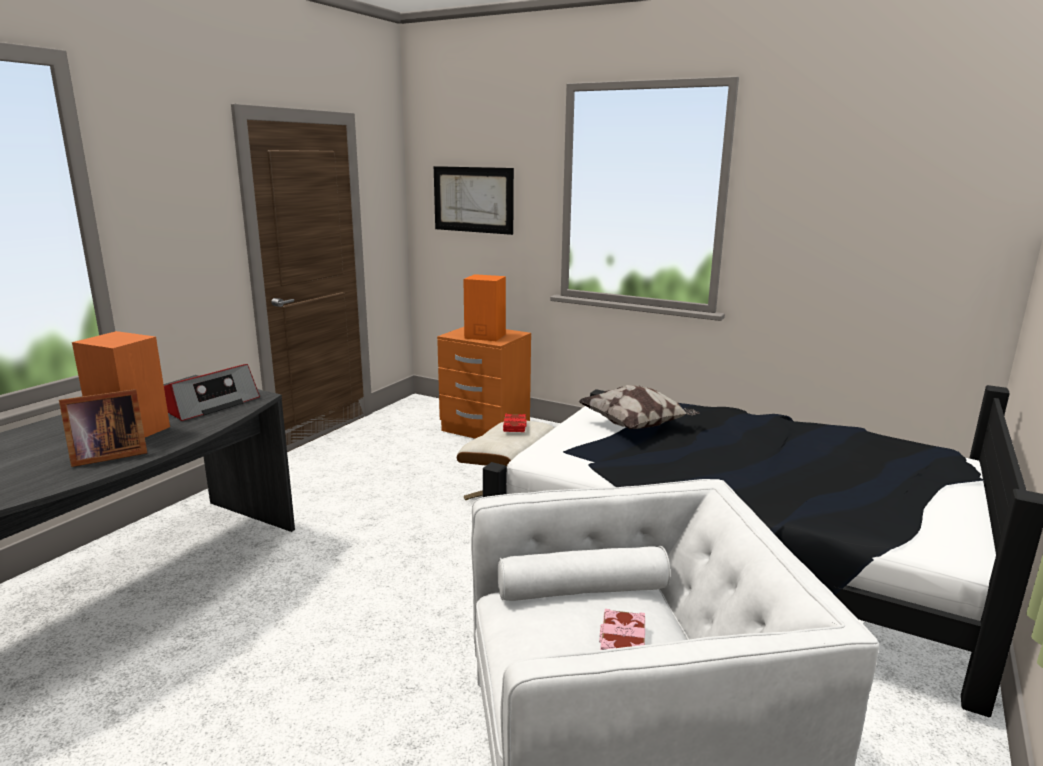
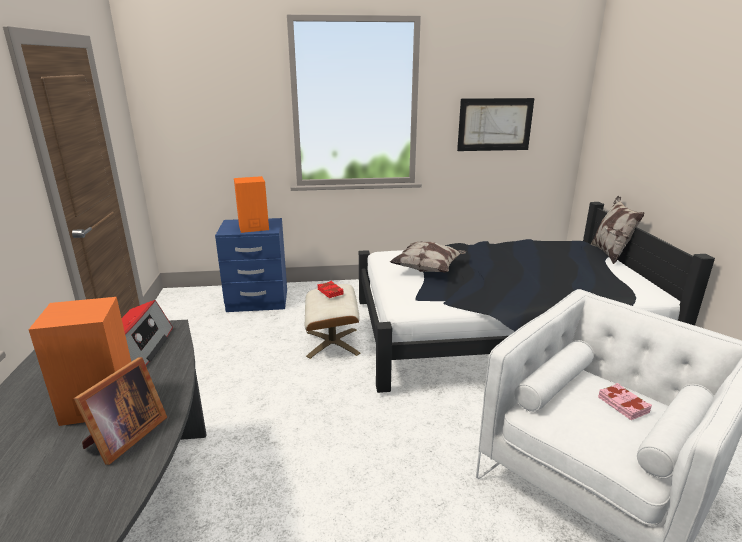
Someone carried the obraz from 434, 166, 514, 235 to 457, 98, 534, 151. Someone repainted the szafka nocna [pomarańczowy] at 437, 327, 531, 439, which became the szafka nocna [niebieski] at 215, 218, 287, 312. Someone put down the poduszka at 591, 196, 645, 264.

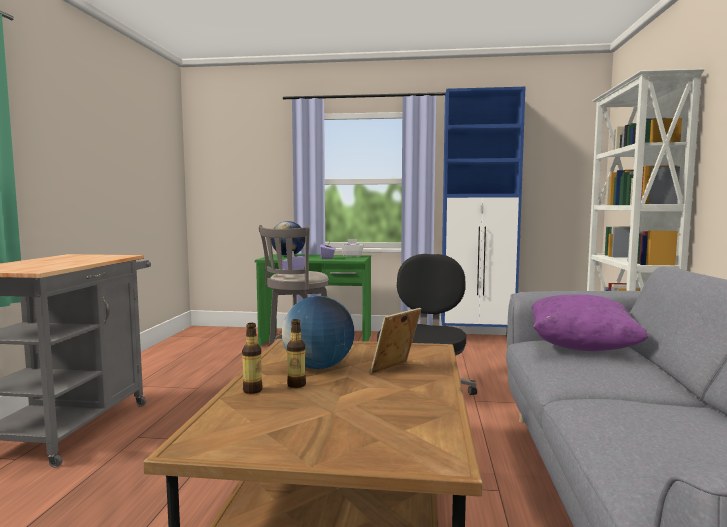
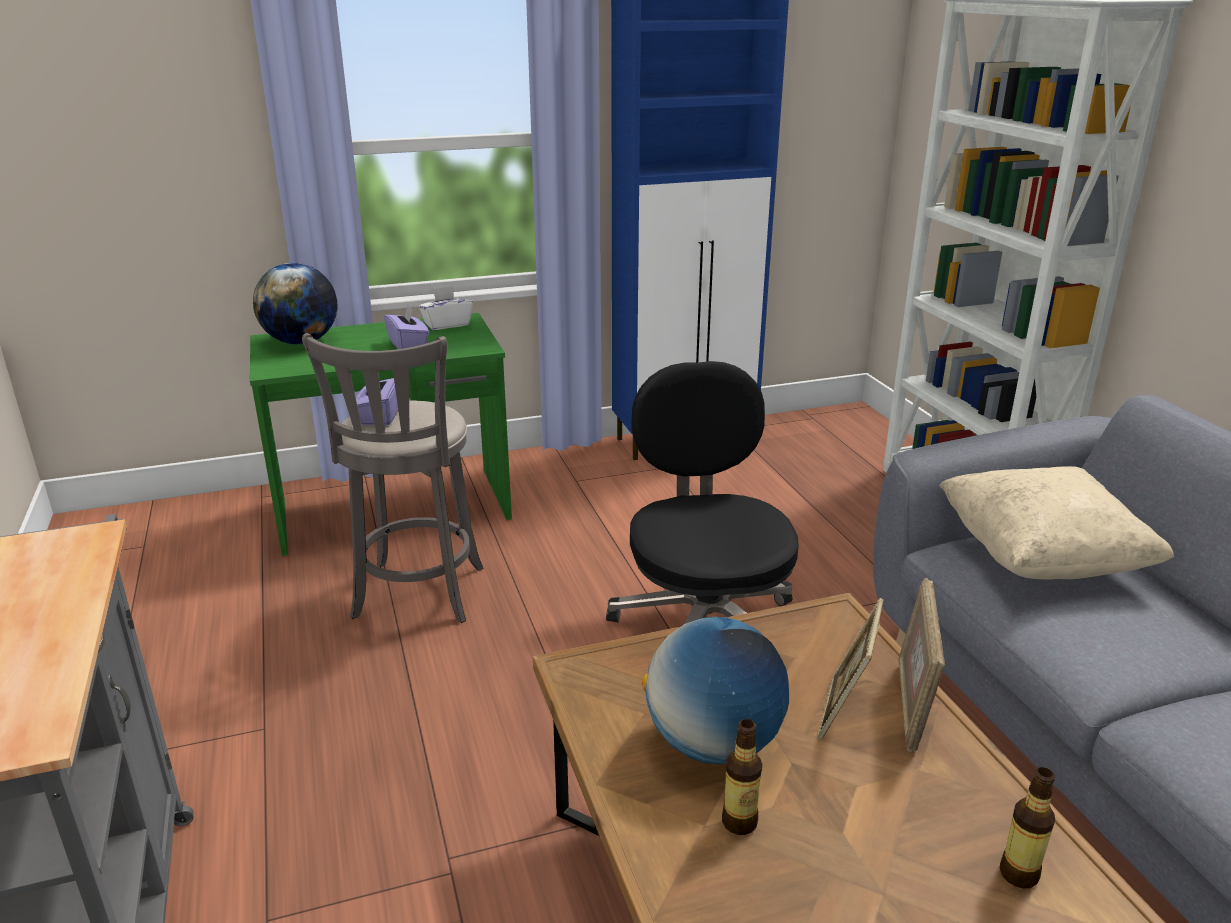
Someone repainted the poduszka [fioletowy] at 532, 294, 648, 351, which became the poduszka [beżowy] at 939, 466, 1174, 579. Someone carried the butelka from 242, 323, 263, 394 to 1000, 767, 1055, 888. Someone put down the ramka na zdjęcie at 898, 578, 945, 753.

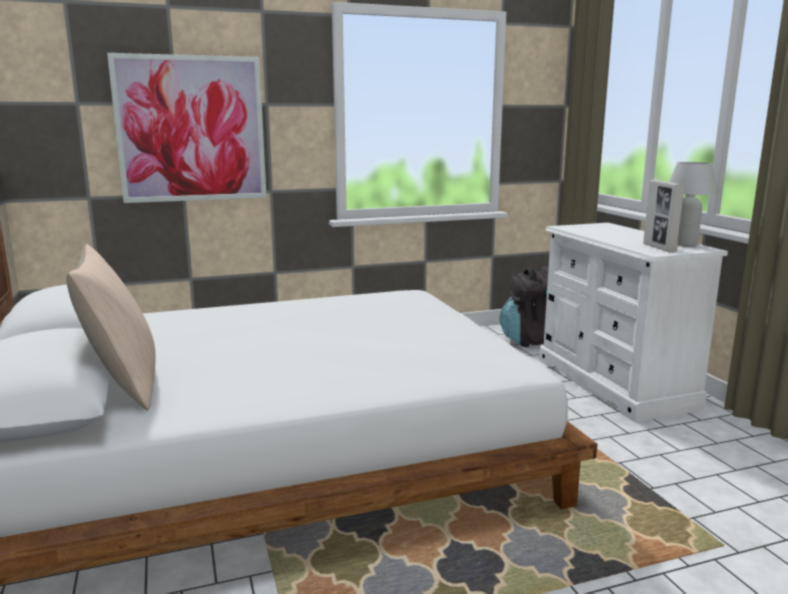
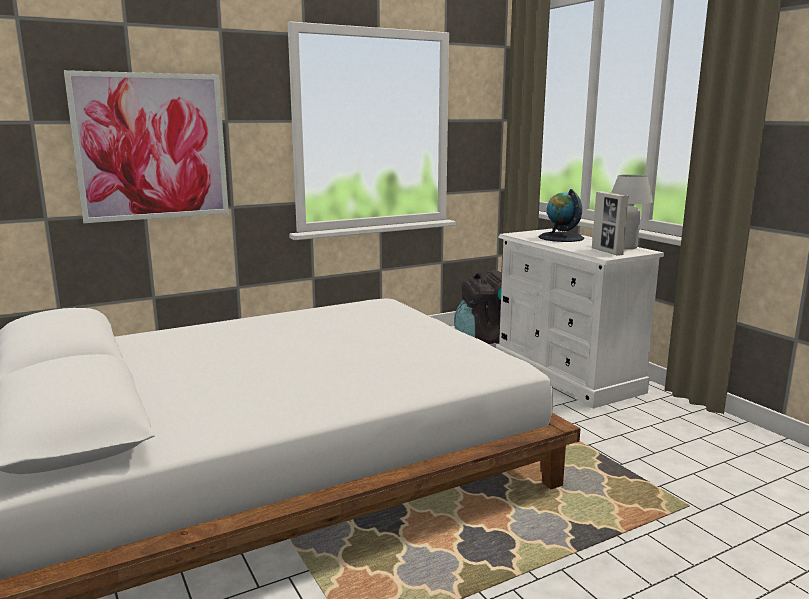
Someone took away the poduszka [beżowy] at 66, 244, 155, 411. Someone put down the globus at 539, 189, 584, 242.

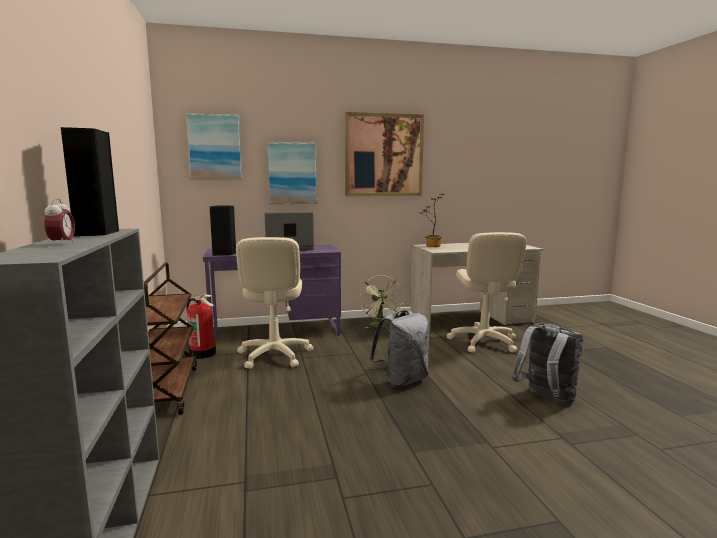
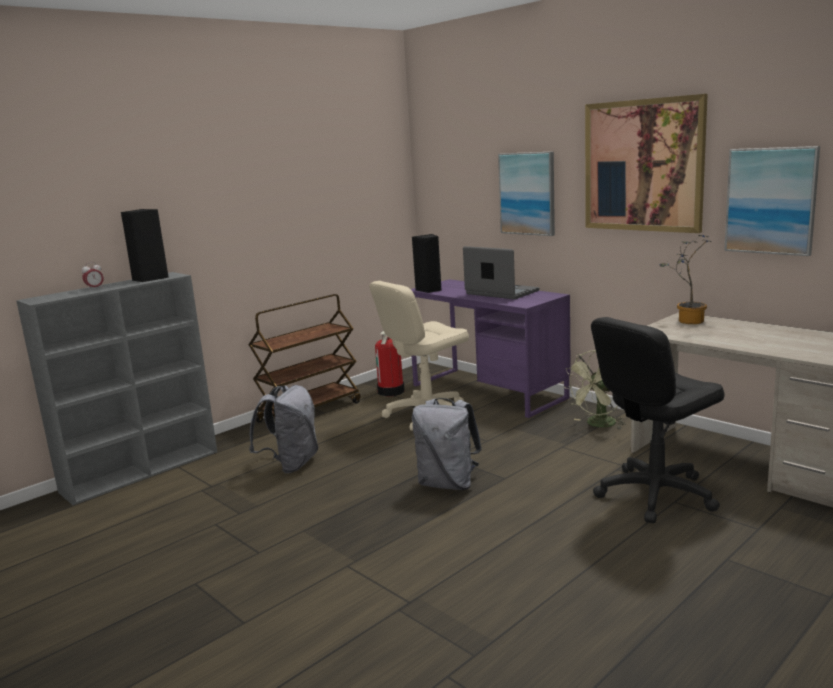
Someone carried the obraz from 186, 113, 243, 179 to 724, 146, 820, 256. Someone repainted the krzesło biurowe [beżowy] at 447, 232, 527, 353, which became the krzesło biurowe [czarny] at 591, 317, 725, 523. Someone carried the plecak [szary] from 512, 323, 583, 405 to 249, 385, 318, 473.

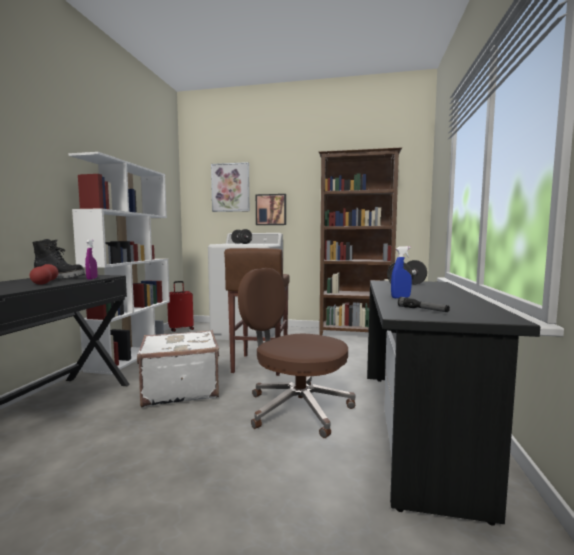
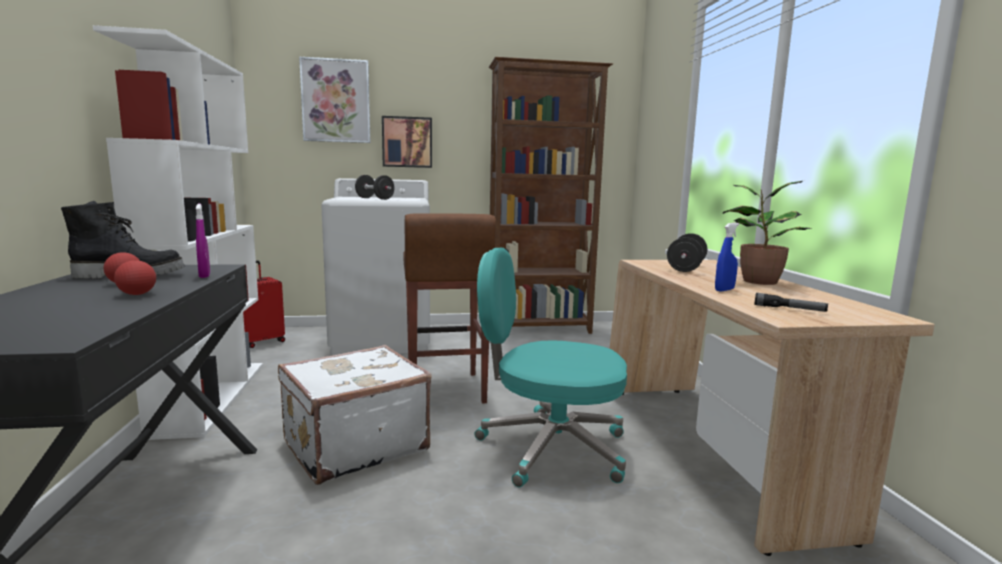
Someone repainted the krzesło biurowe [brązowy] at 238, 268, 356, 438, which became the krzesło biurowe [turkusowy] at 475, 248, 627, 488. Someone repainted the biurko [czarny] at 367, 280, 540, 526, which became the biurko [beżowy] at 610, 260, 935, 556. Someone put down the roślina doniczkowa at 723, 181, 810, 285.

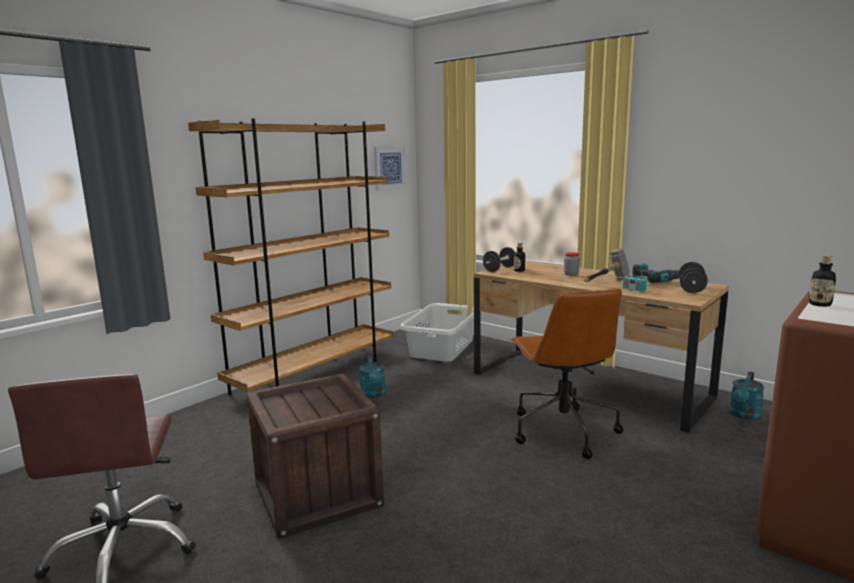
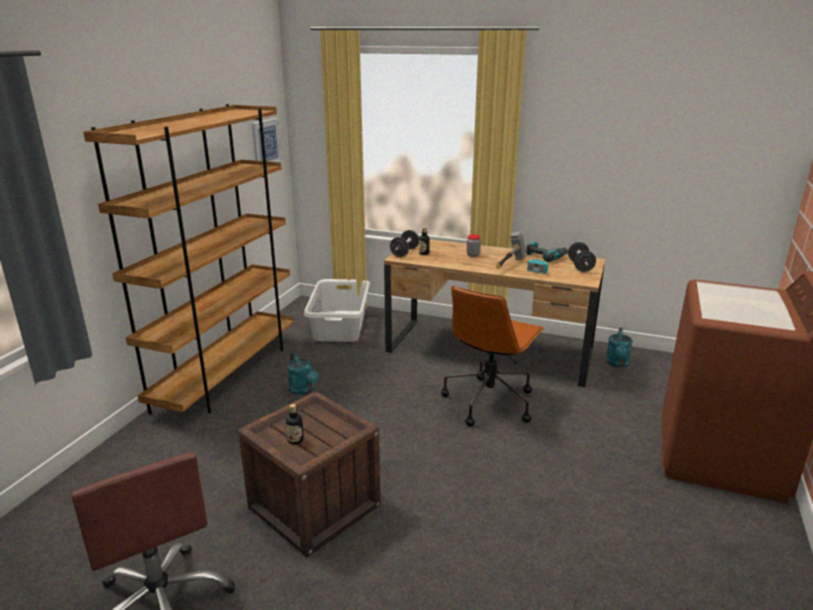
Someone carried the butelka from 809, 255, 836, 307 to 286, 404, 304, 445. Someone rotated the krzesło biurowe [brązowy] at 510, 289, 623, 459 by 60 degrees clockwise.

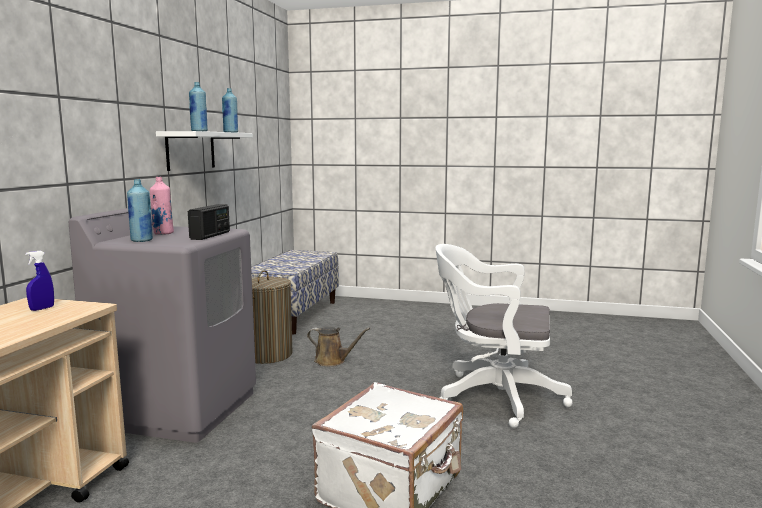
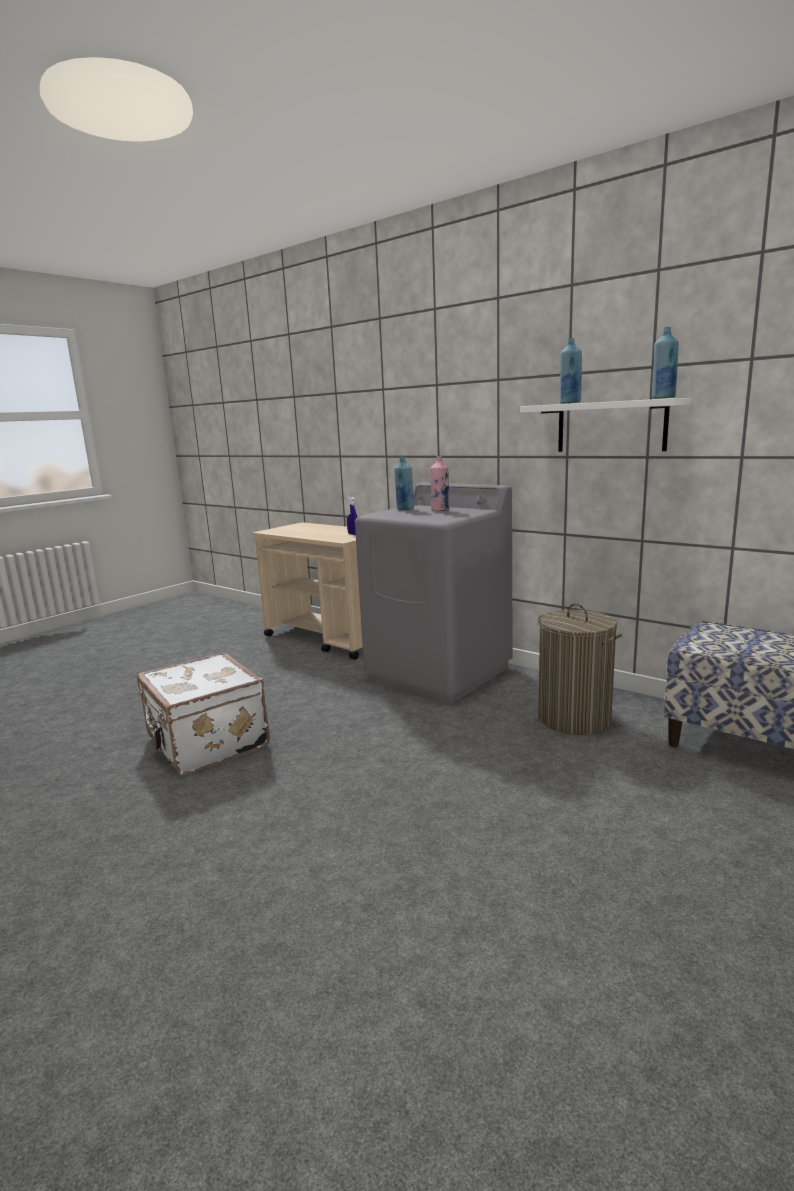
Someone took away the radio at 188, 204, 230, 240. Someone took away the krzesło biurowe [biały] at 435, 244, 573, 428. Someone took away the konewka [brązowy] at 307, 327, 370, 366.

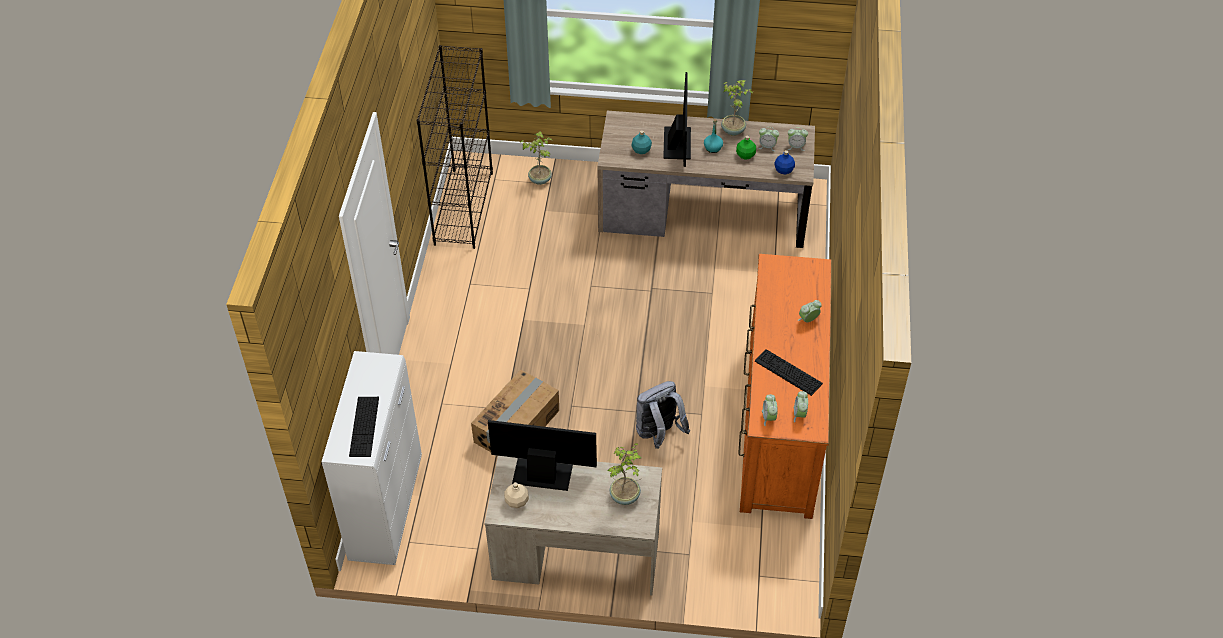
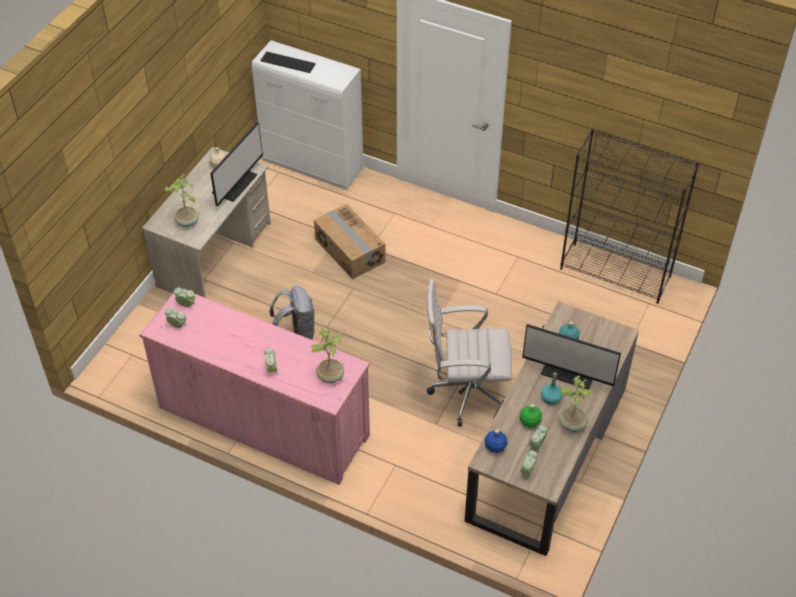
Someone carried the roślina doniczkowa from 521, 131, 552, 185 to 311, 327, 346, 383. Someone repainted the komoda [pomarańczowy] at 738, 254, 832, 519, which became the komoda [różowy] at 139, 287, 370, 485. Someone took away the klawiatura at 755, 349, 823, 396. Someone put down the krzesło biurowe [biały] at 427, 279, 512, 426.

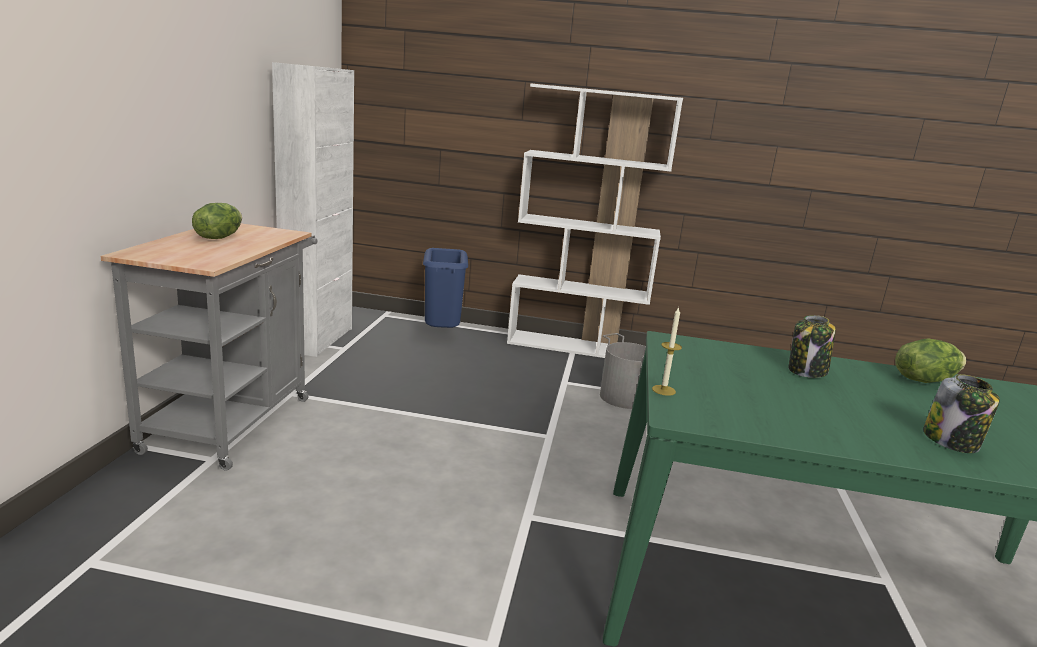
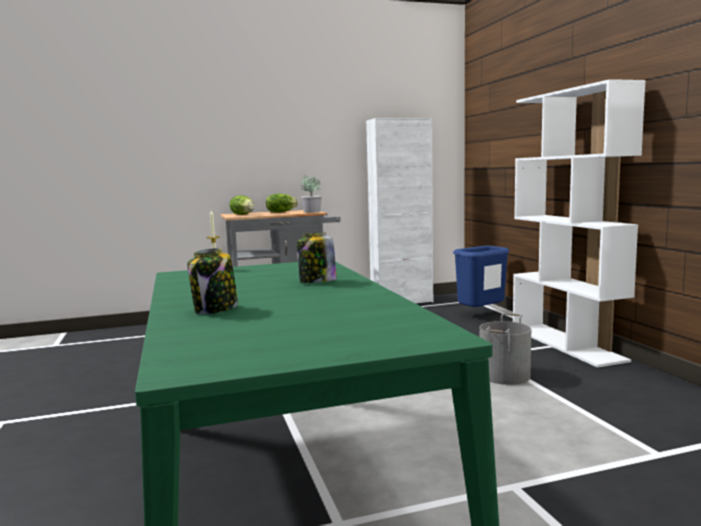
Someone carried the sałata from 895, 339, 966, 383 to 230, 195, 254, 215. Someone put down the roślina doniczkowa at 301, 175, 322, 213.

